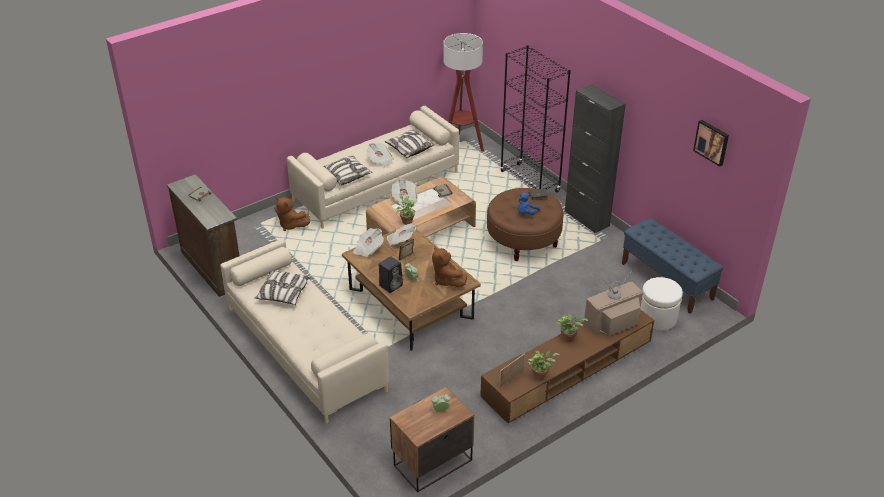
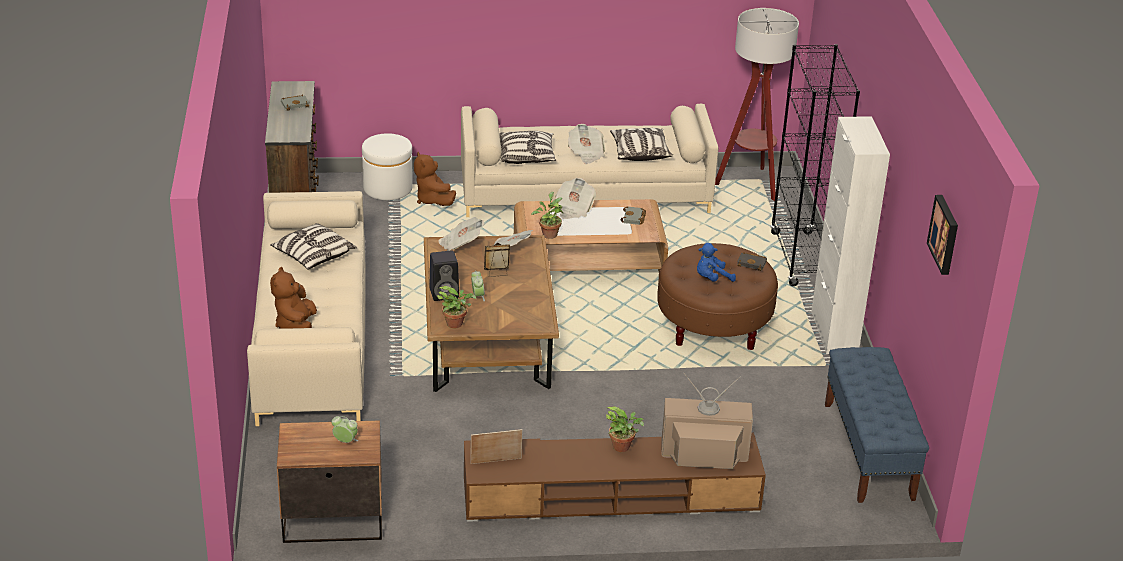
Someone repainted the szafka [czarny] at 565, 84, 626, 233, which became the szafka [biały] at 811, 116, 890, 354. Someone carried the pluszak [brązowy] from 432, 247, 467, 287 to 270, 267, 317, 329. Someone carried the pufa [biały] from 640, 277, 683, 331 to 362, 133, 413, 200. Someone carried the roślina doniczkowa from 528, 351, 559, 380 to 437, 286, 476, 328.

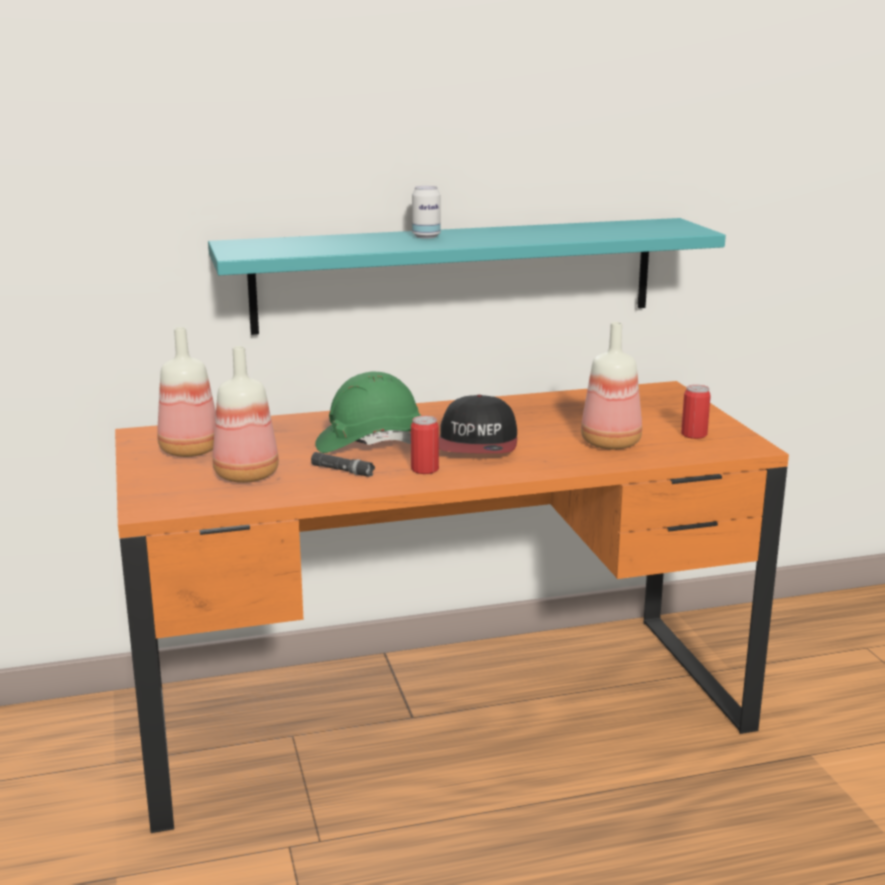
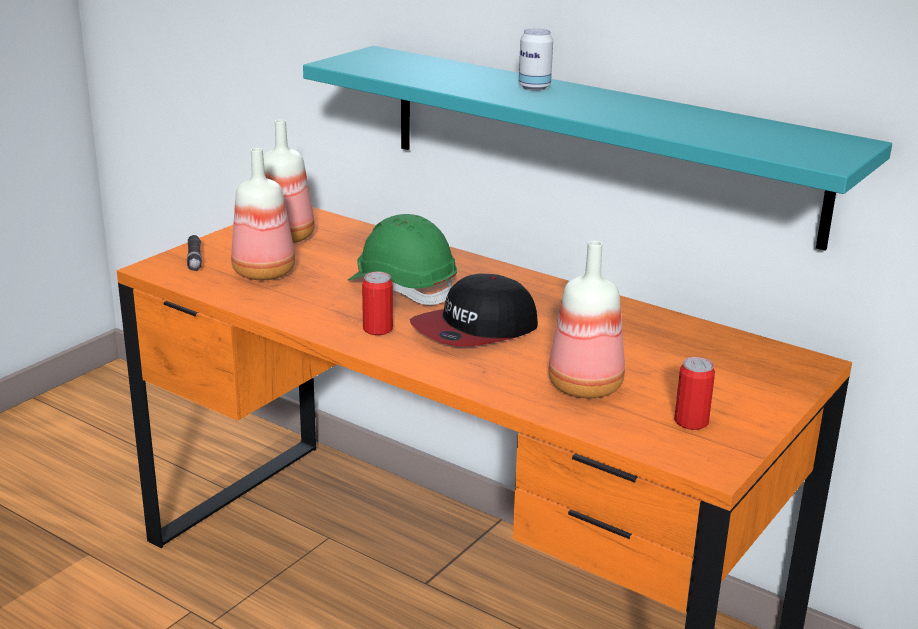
Someone carried the latarka [czarny] from 311, 452, 375, 477 to 187, 235, 202, 271.

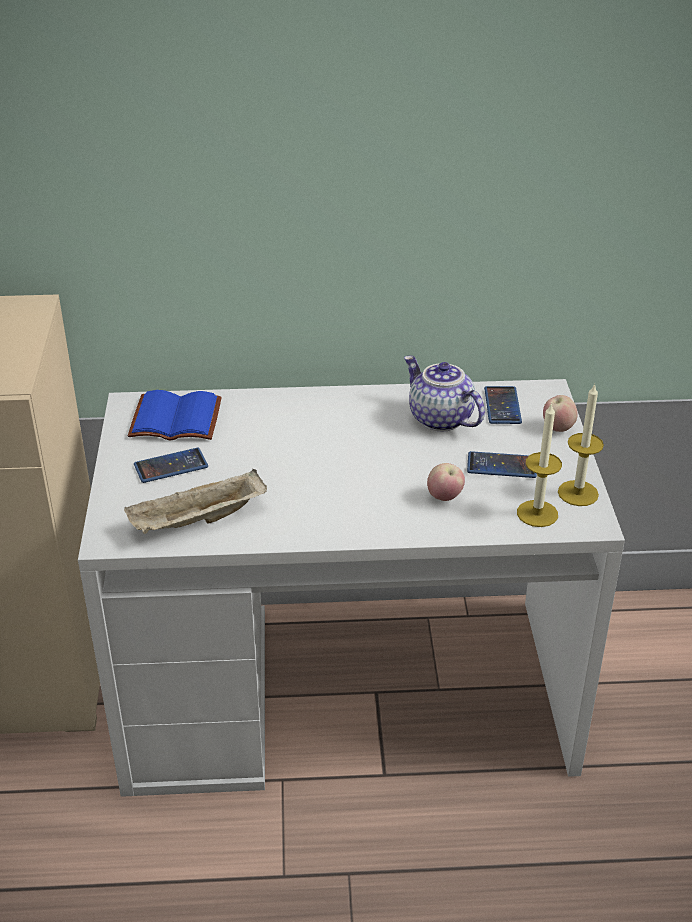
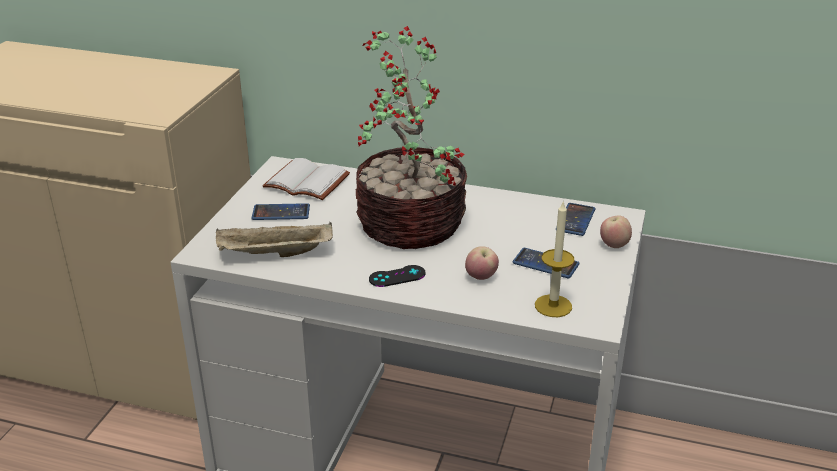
Someone took away the imbryk at 404, 355, 485, 431. Someone took away the świeca at 558, 383, 604, 506. Someone repainted the książka [niebieski] at 128, 390, 222, 440, which became the książka [biały] at 262, 158, 350, 200. Someone put down the roślina doniczkowa at 356, 26, 467, 249. Someone put down the pad do gier [czarny] at 369, 265, 426, 287.

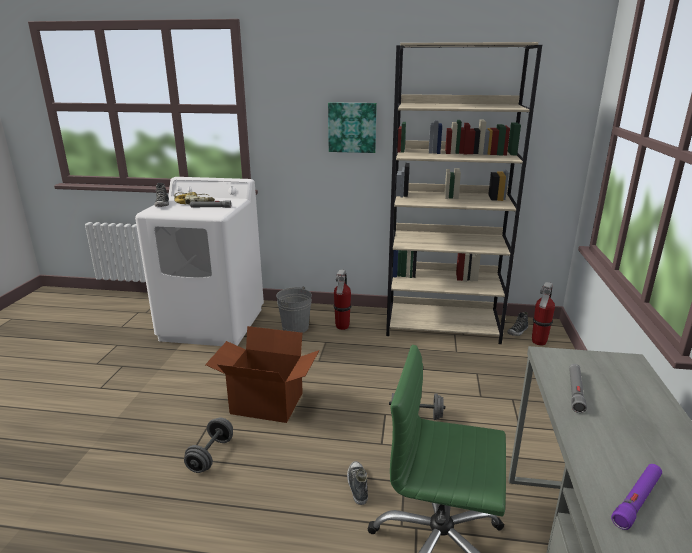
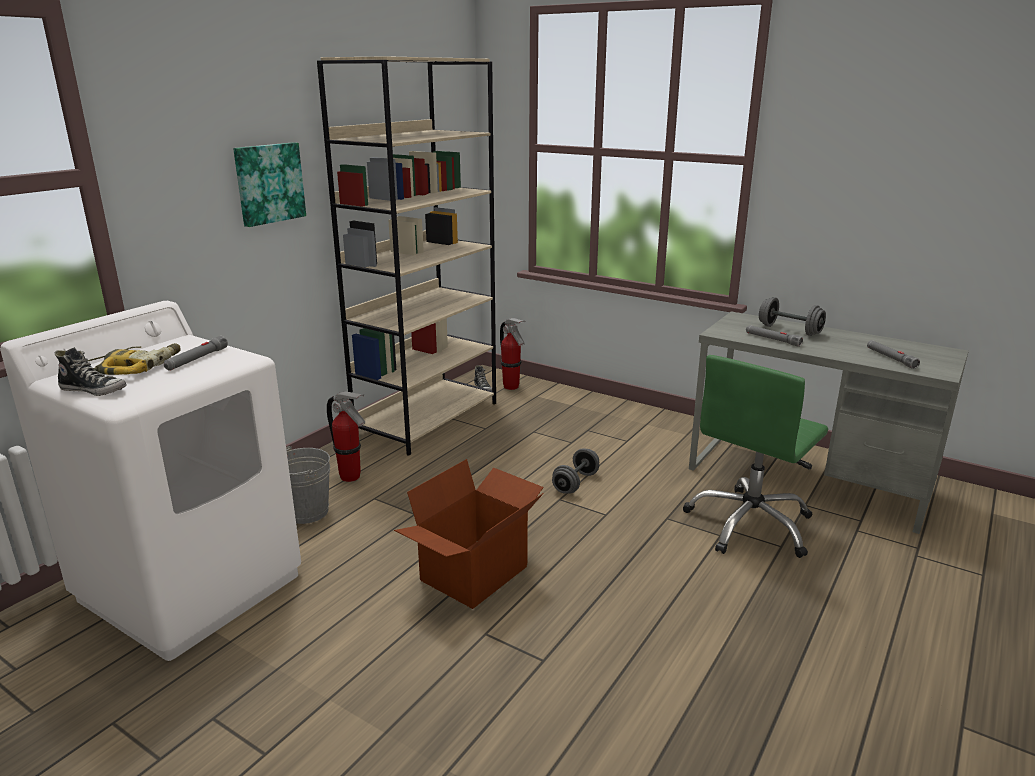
Someone carried the hantel [szary] from 184, 417, 233, 473 to 759, 297, 826, 336. Someone took away the but at 347, 461, 368, 505. Someone repainted the latarka [fioletowy] at 611, 464, 662, 530, which became the latarka [szary] at 867, 340, 920, 369.

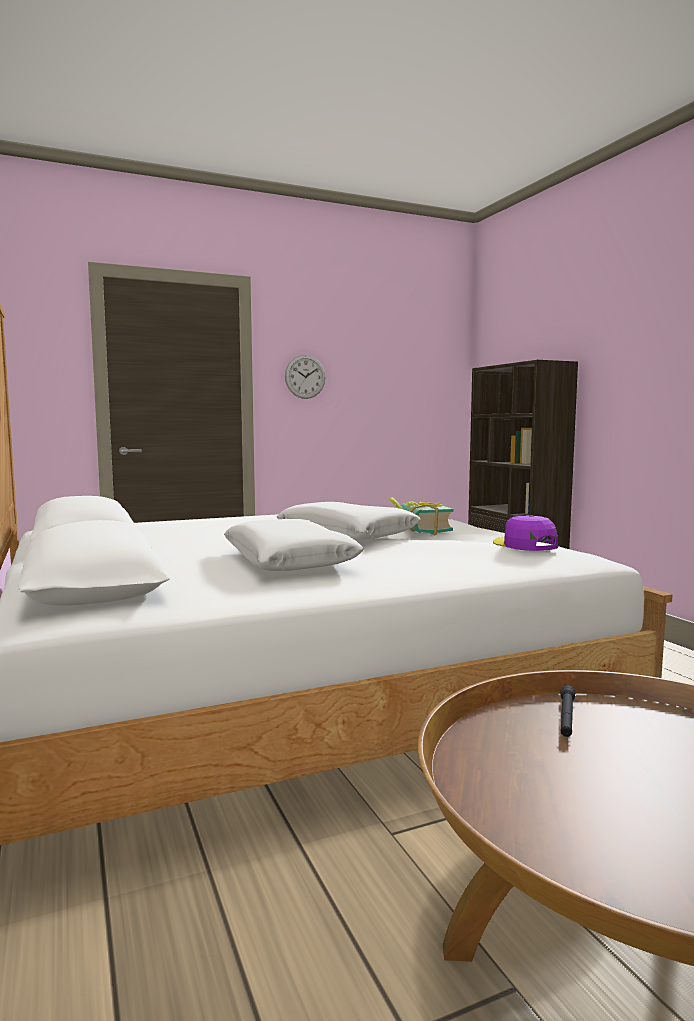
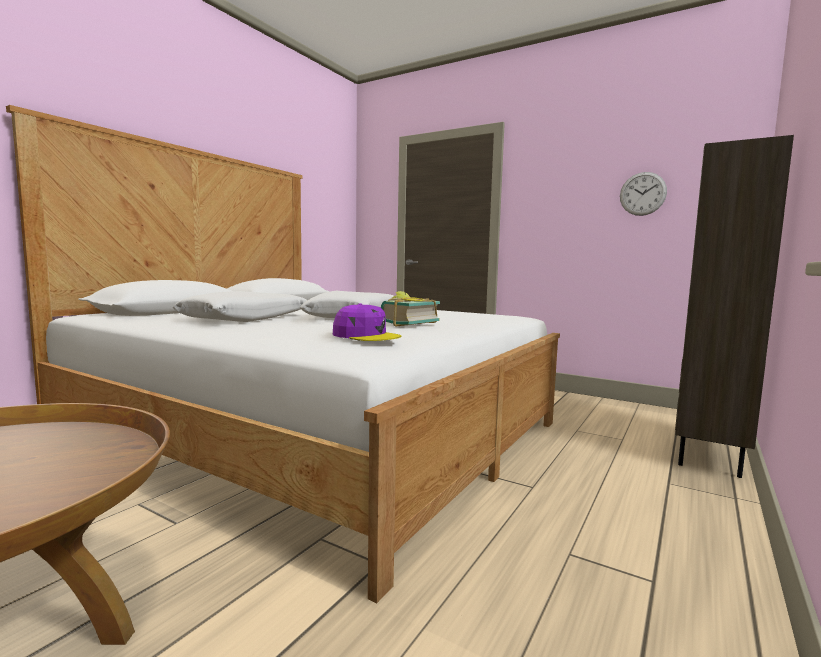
Someone carried the zegar ścienny from 285, 355, 326, 399 to 620, 172, 667, 216. Someone rotated the czapka z daszkiem [fioletowy] at 493, 515, 558, 551 by 90 degrees clockwise. Someone took away the latarka [czarny] at 560, 685, 575, 737.

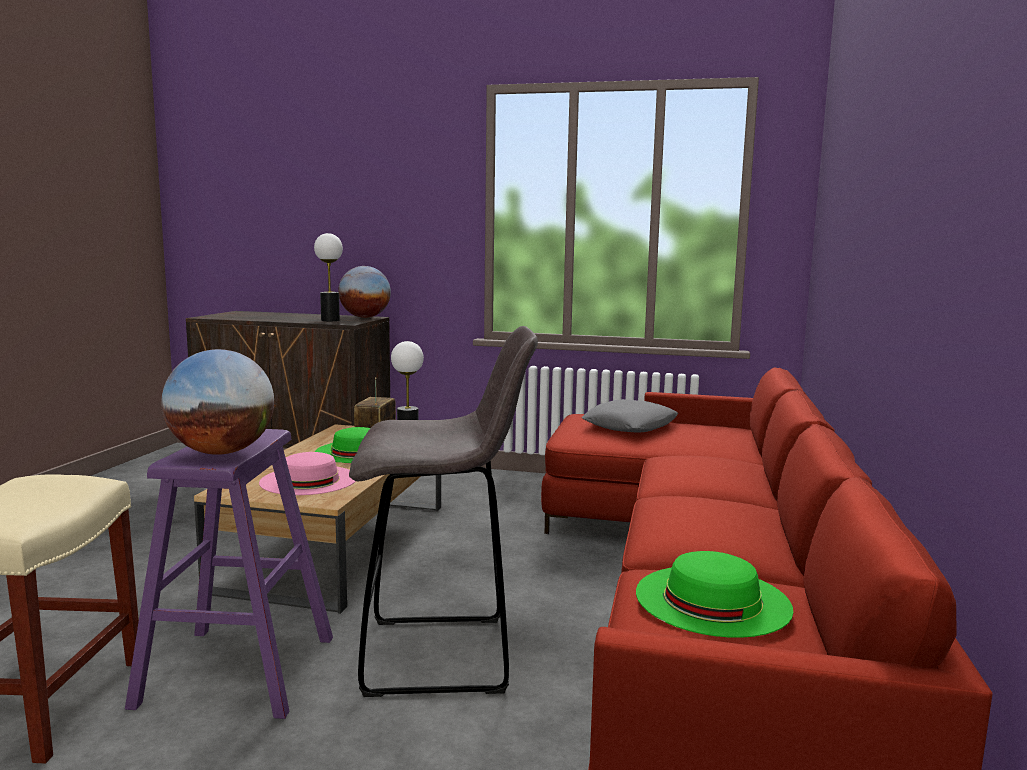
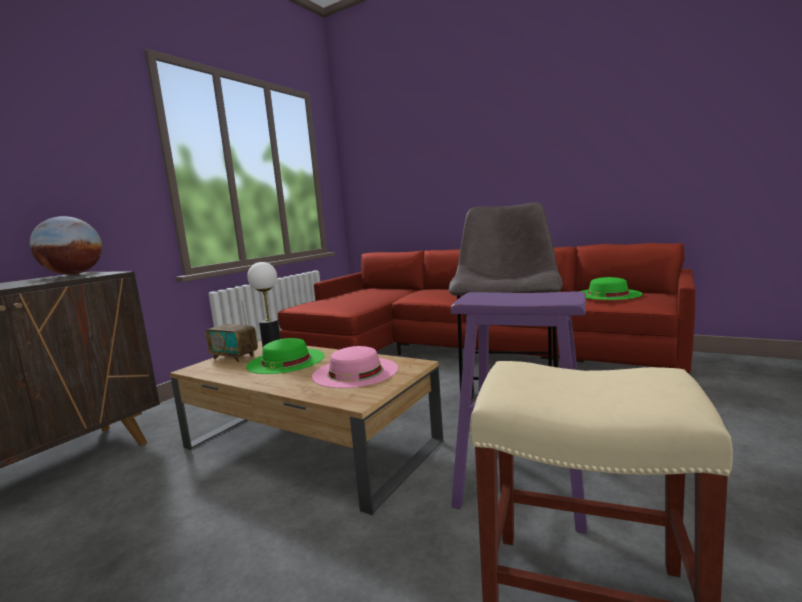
Someone took away the lampa stołowa at 314, 233, 343, 321. Someone took away the globus at 161, 349, 274, 455. Someone took away the poduszka [szary] at 582, 399, 678, 433.

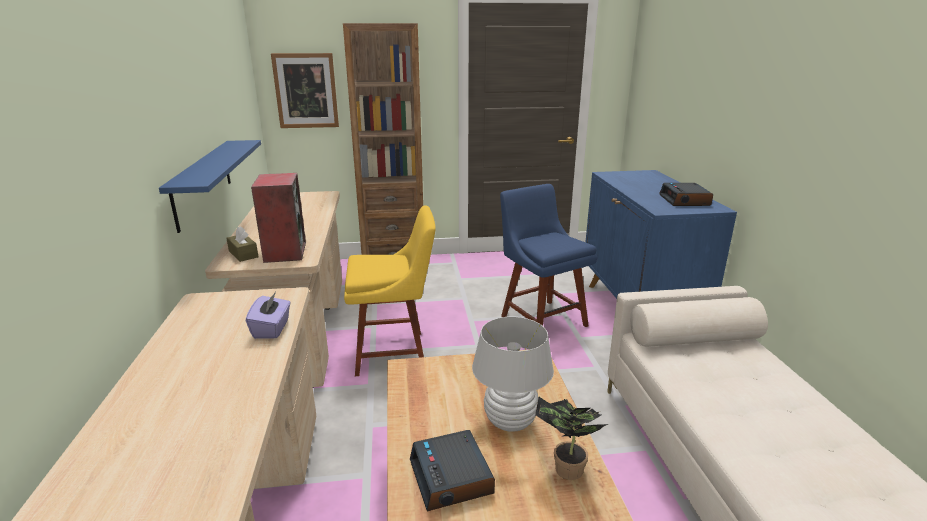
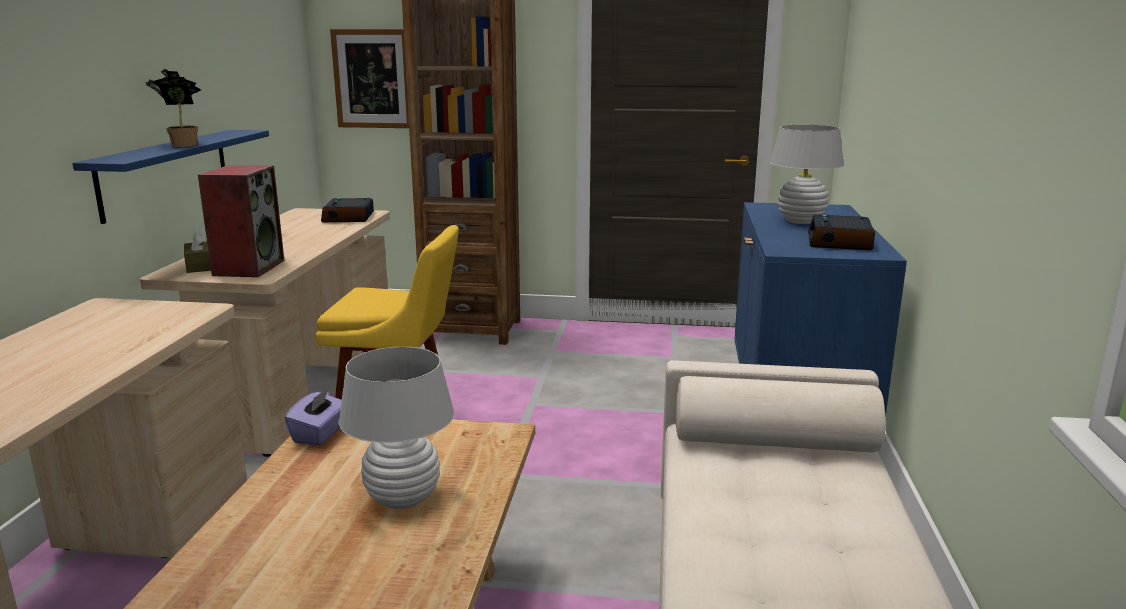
Someone took away the krzesło [niebieski] at 500, 184, 597, 327. Someone carried the pudełko chusteczek [fioletowy] from 246, 292, 291, 339 to 285, 388, 342, 446. Someone carried the roślina doniczkowa from 535, 397, 608, 480 to 145, 68, 201, 147. Someone carried the budzik from 410, 430, 495, 511 to 321, 198, 374, 222. Someone put down the lampa stołowa [biały] at 770, 124, 844, 224.

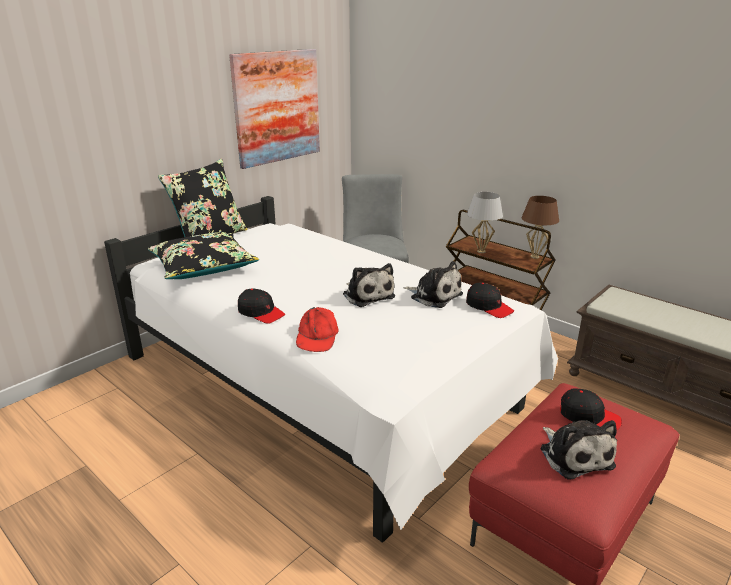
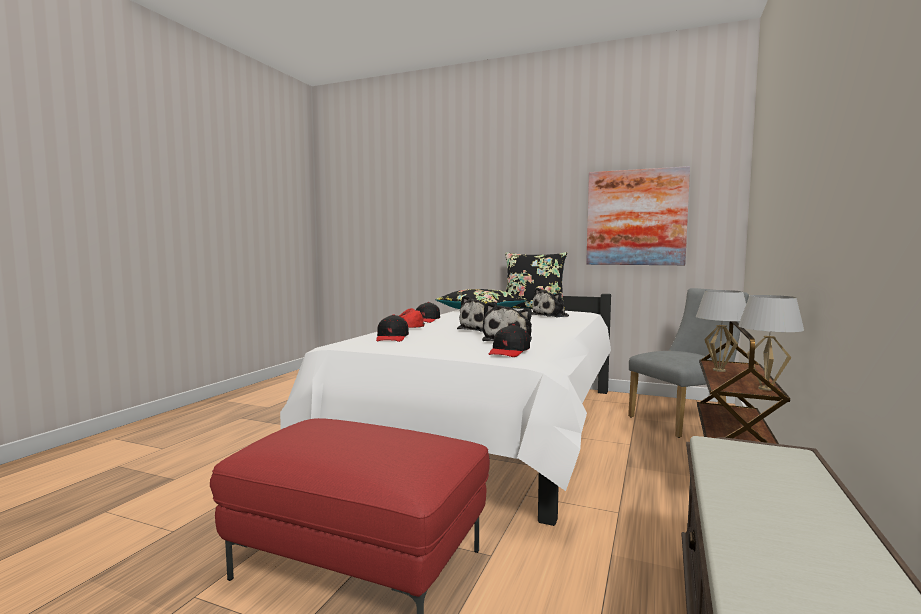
Someone repainted the lampa stołowa [brązowy] at 521, 196, 559, 259, which became the lampa stołowa [biały] at 738, 295, 804, 391. Someone carried the czapka z daszkiem [czarny] from 560, 388, 622, 430 to 376, 314, 409, 342. Someone carried the pluszak from 540, 420, 617, 480 to 532, 288, 569, 318.

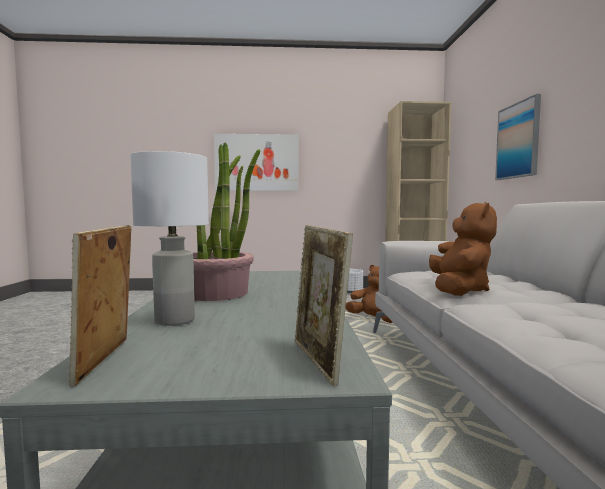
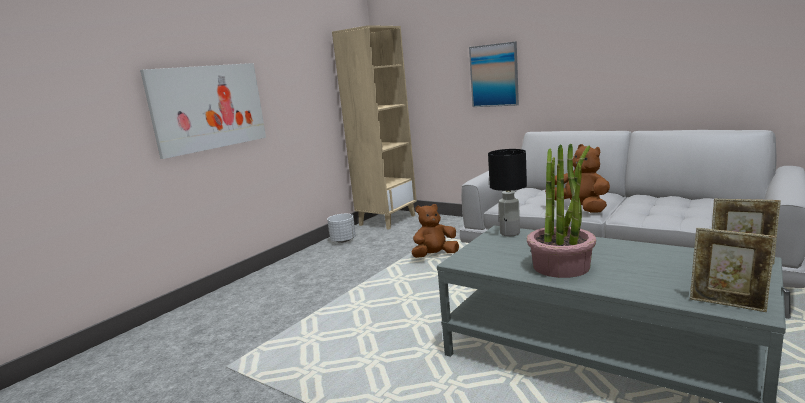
Someone took away the lampa stołowa [biały] at 130, 151, 209, 326. Someone put down the lampa stołowa [czarny] at 488, 149, 527, 236.

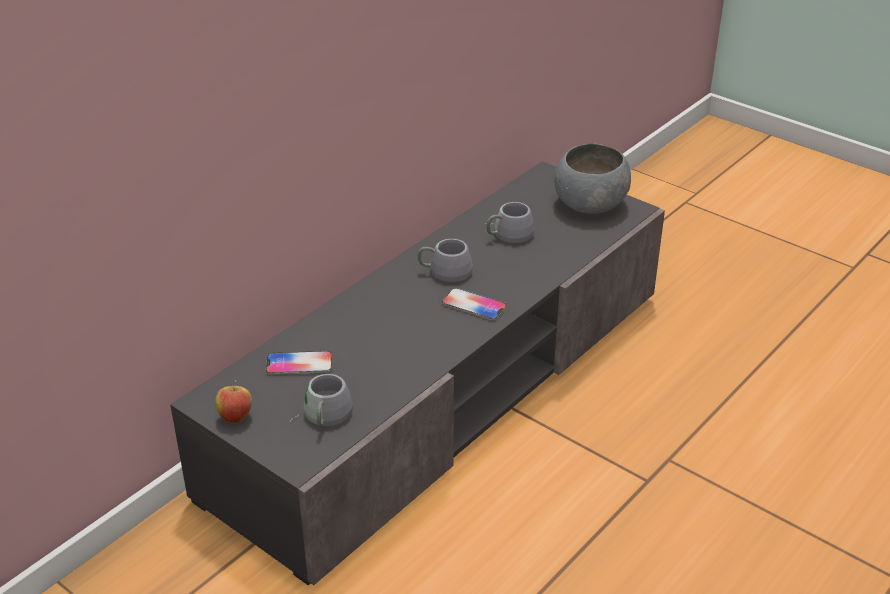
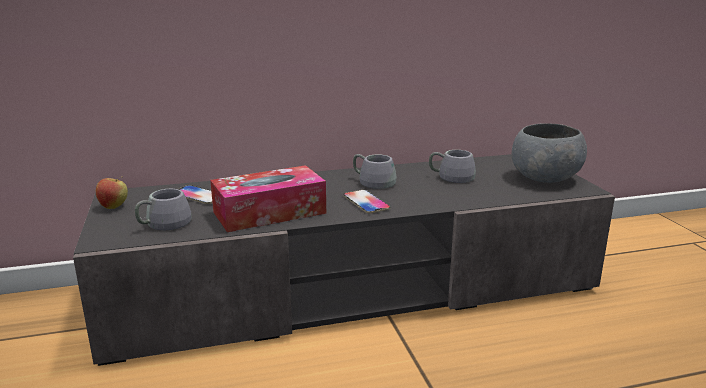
Someone put down the pudełko chusteczek at 210, 165, 326, 232.

